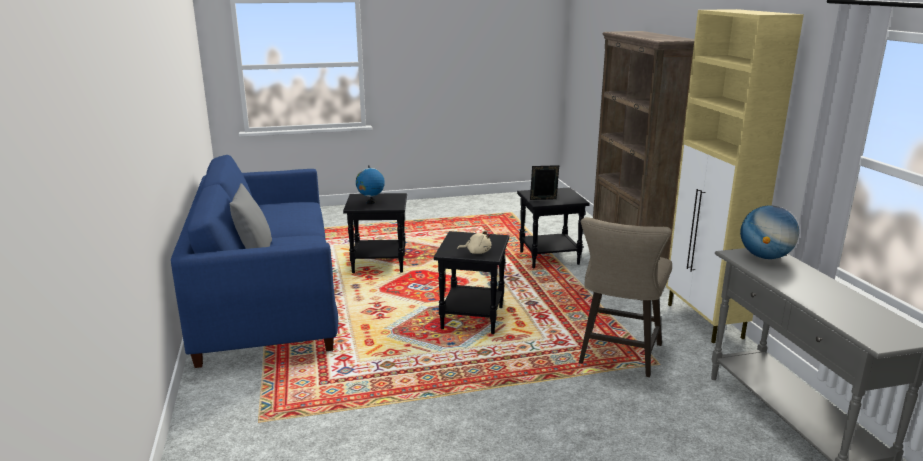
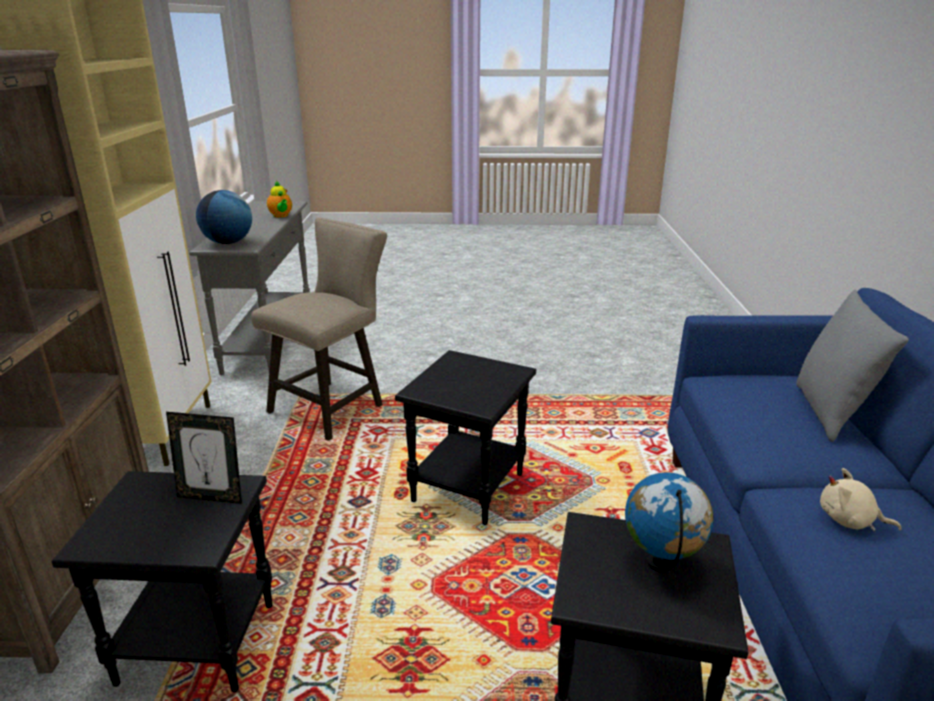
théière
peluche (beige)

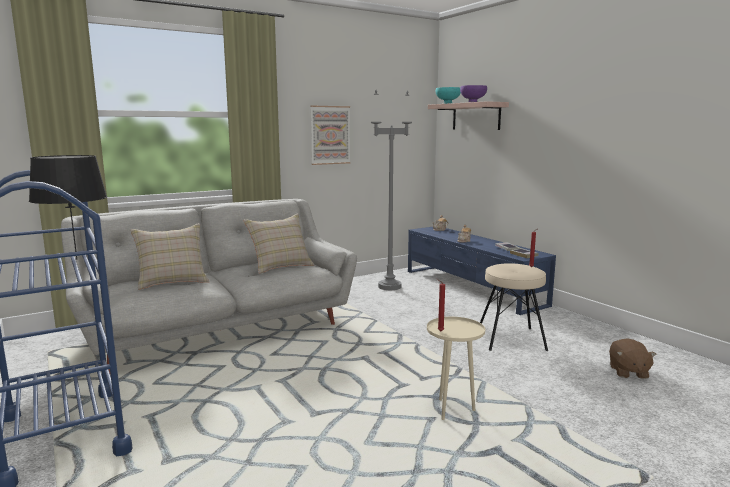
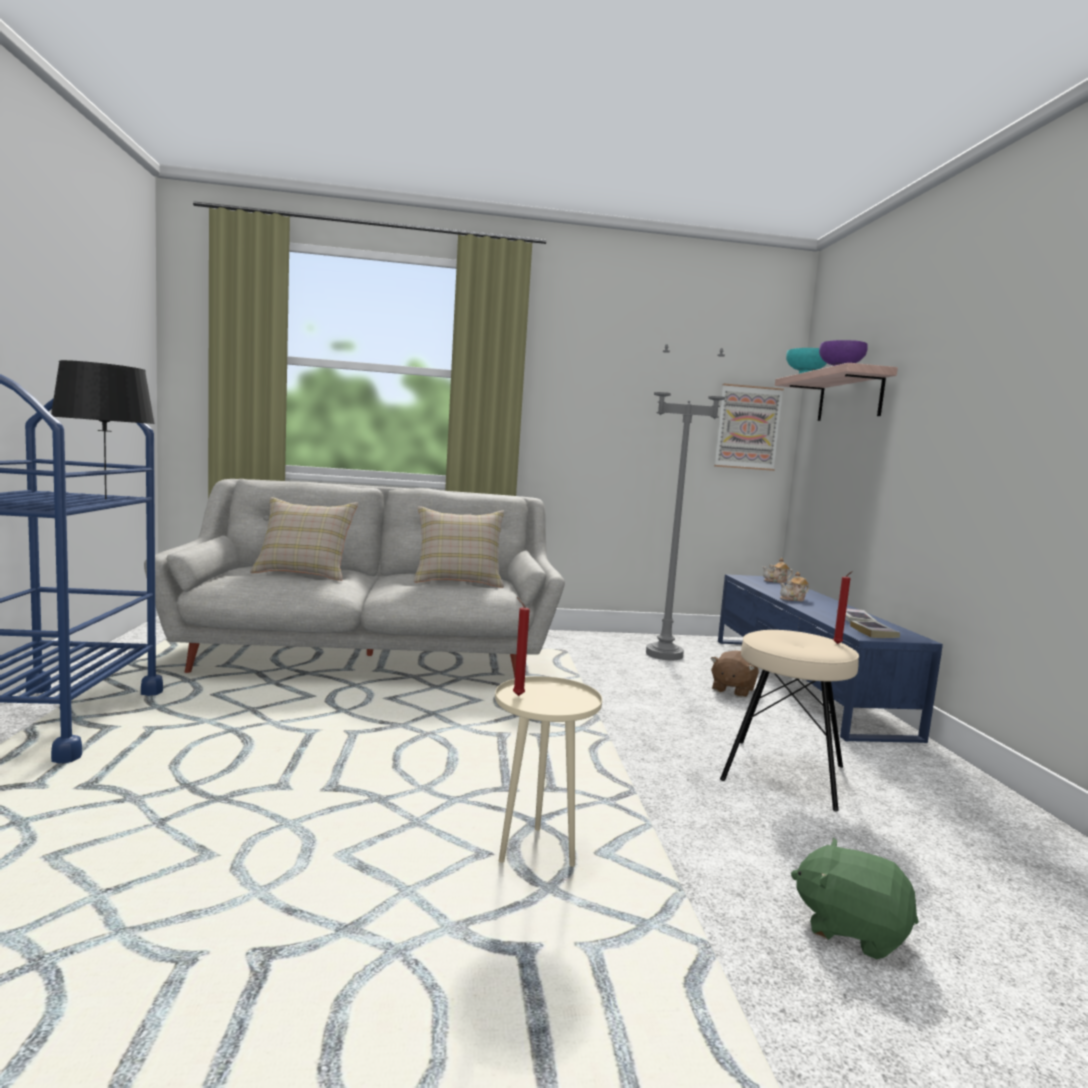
peluche (vert)
tableau
peluche (marron)

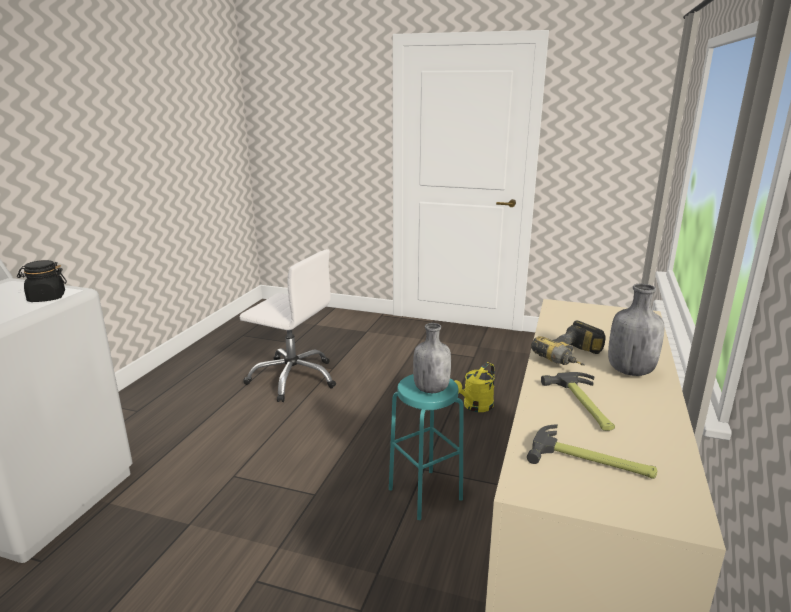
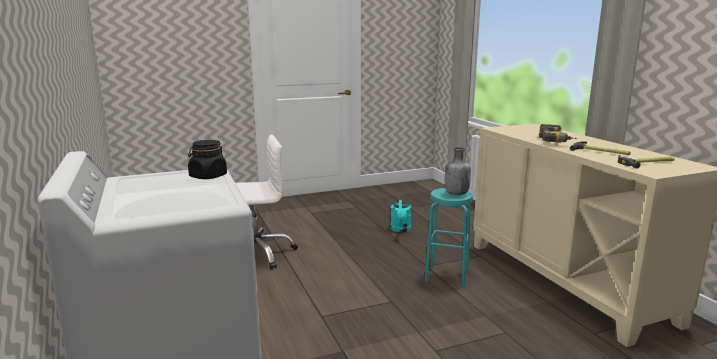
bouteille (gris) (2nd from left in the first image)
arrosoir (turquoise)

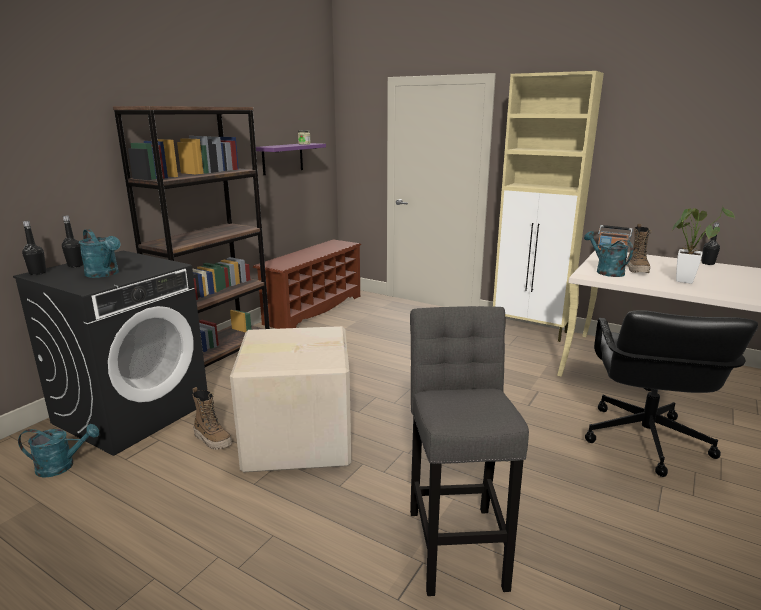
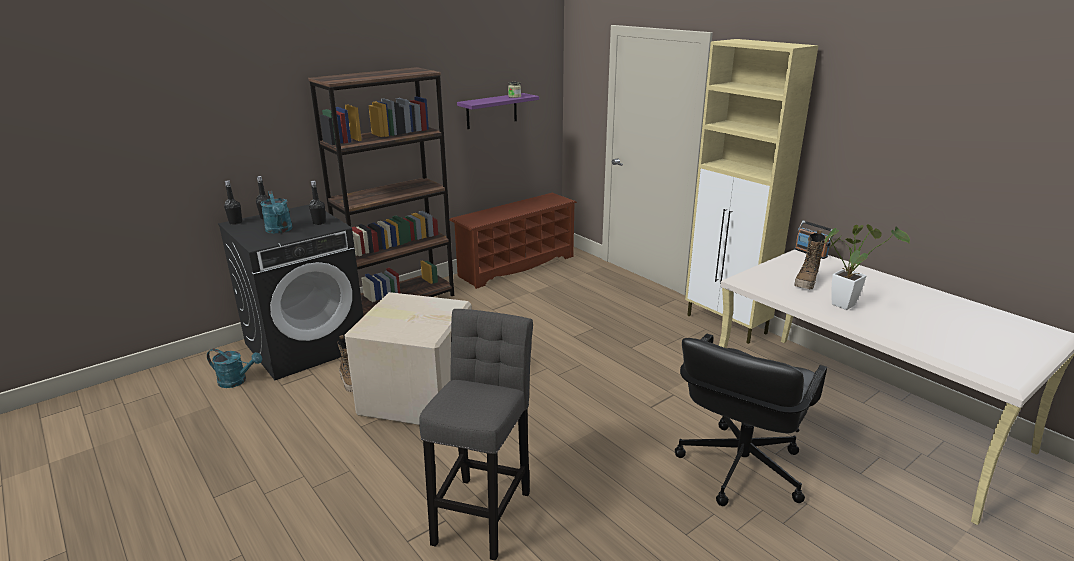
arrosoir (turquoise) (3rd from left in the first image)
bouteille (noir) (3rd from left)

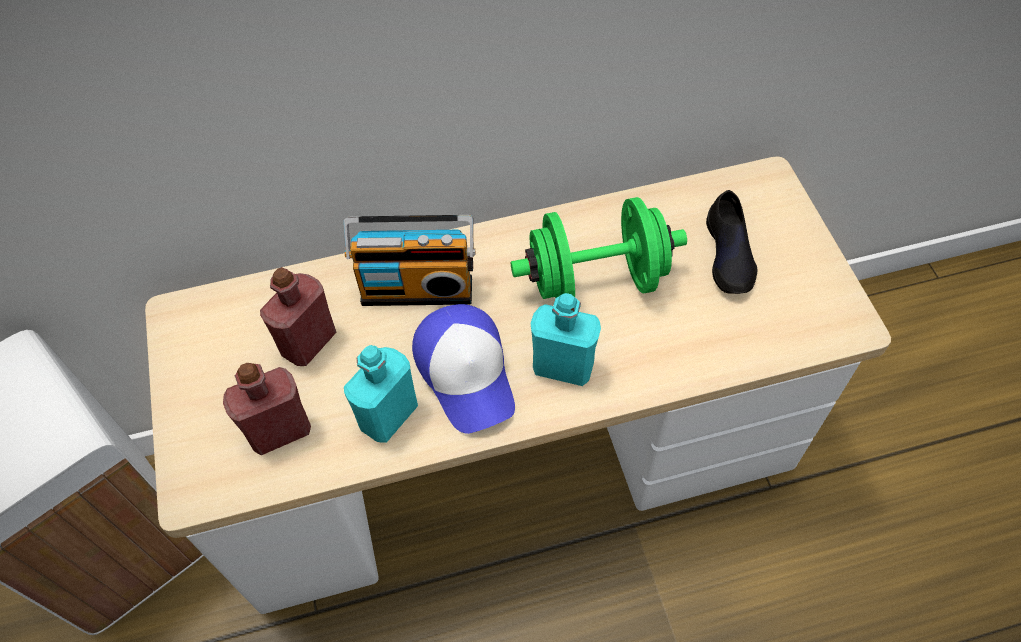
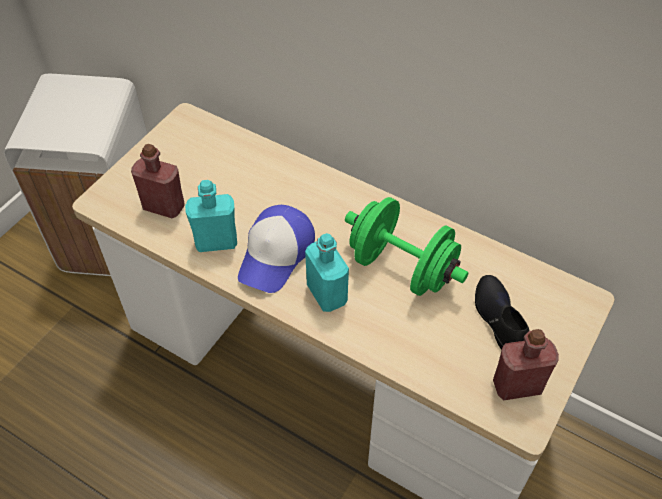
radio
bouteille (rouge) (2nd from left)
chaussure (noir)

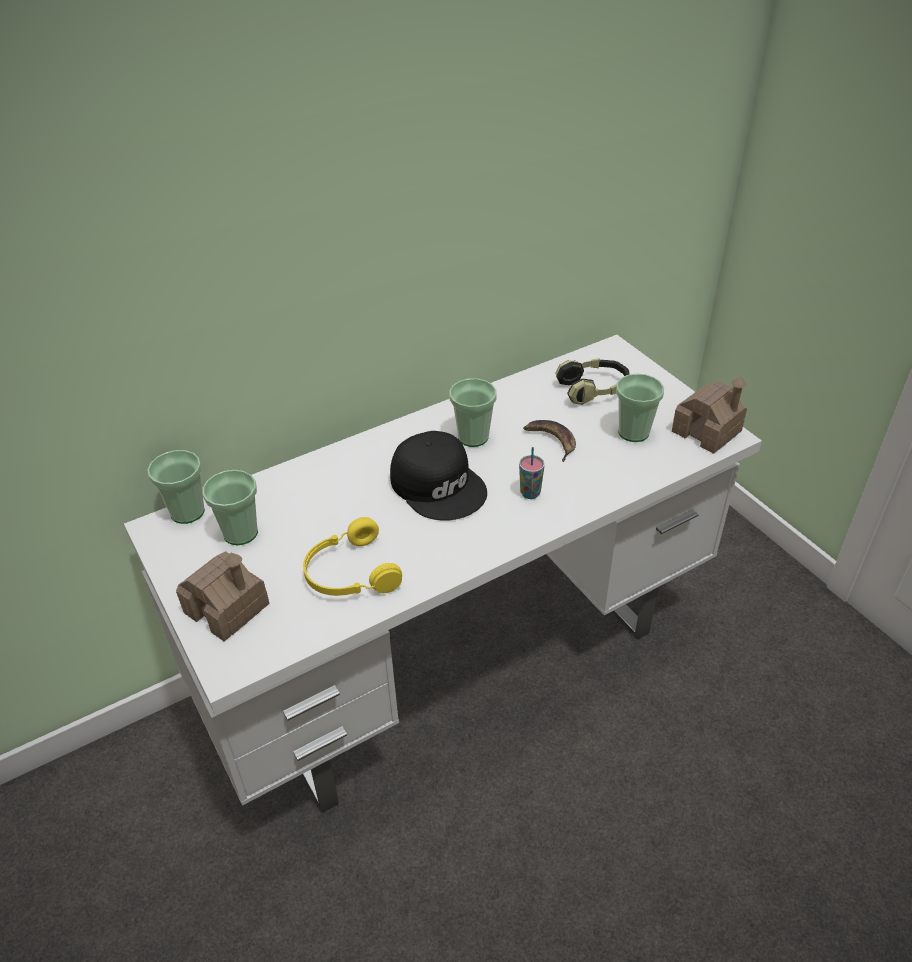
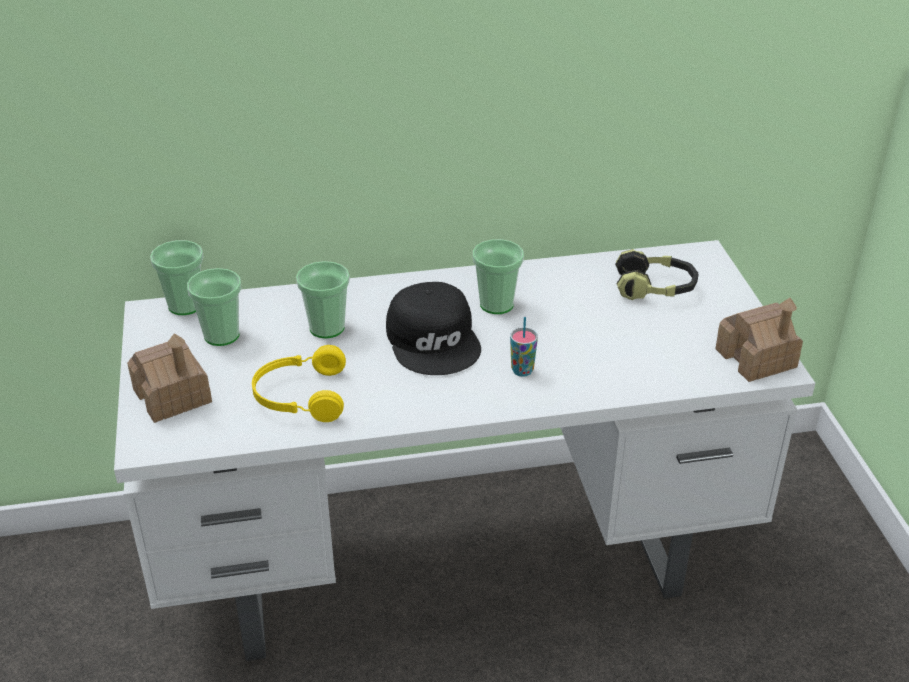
banane
tasse (3rd from left)

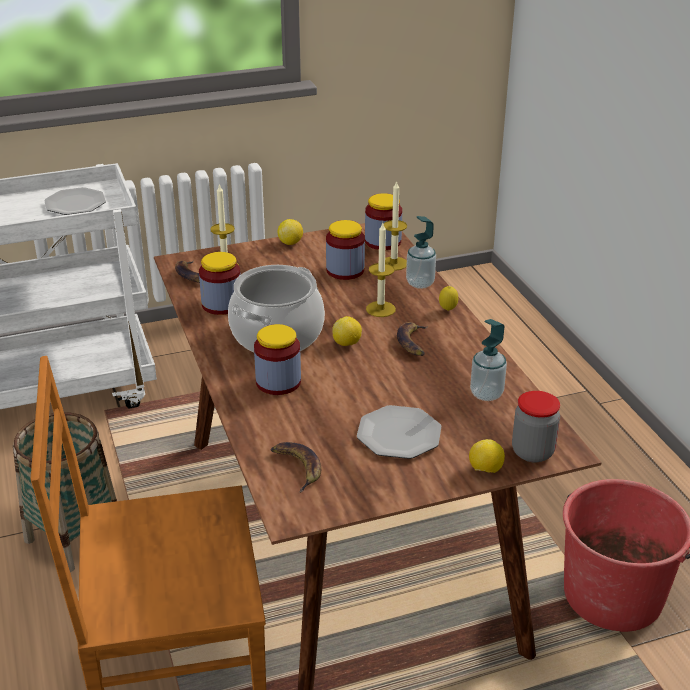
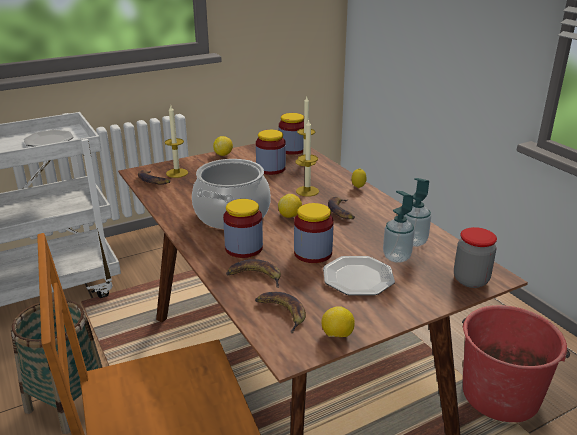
banane (2nd from left)
bocal (4th from left)
distributeur de savon (1st from left)
citron (3rd from left)

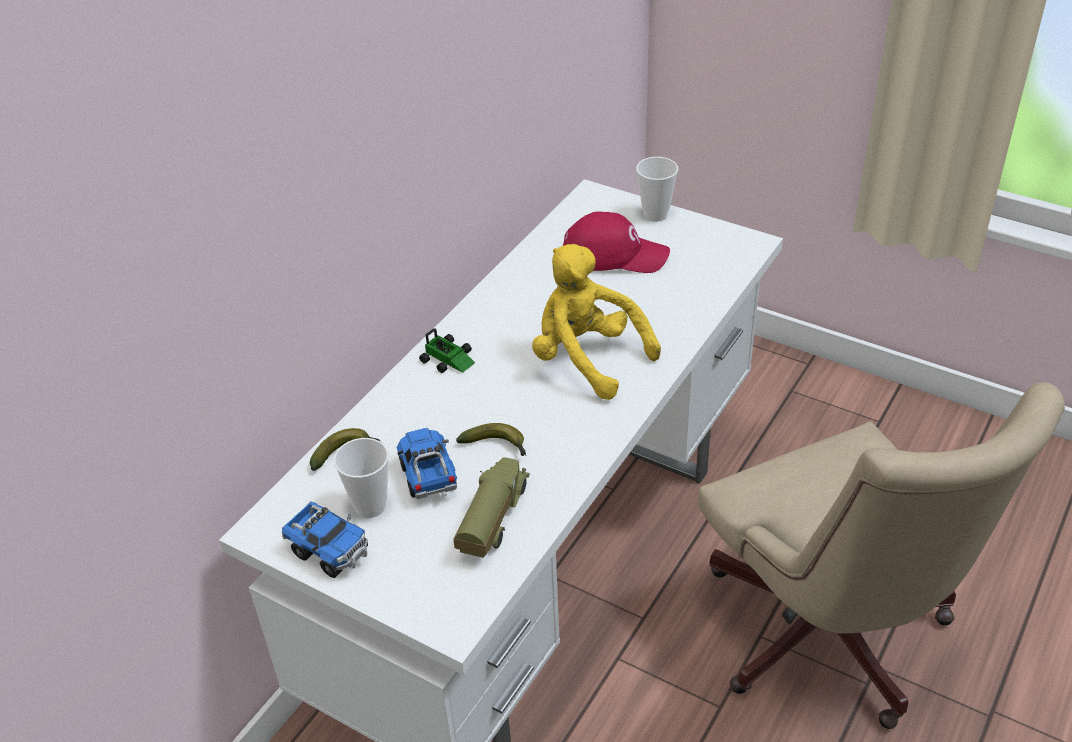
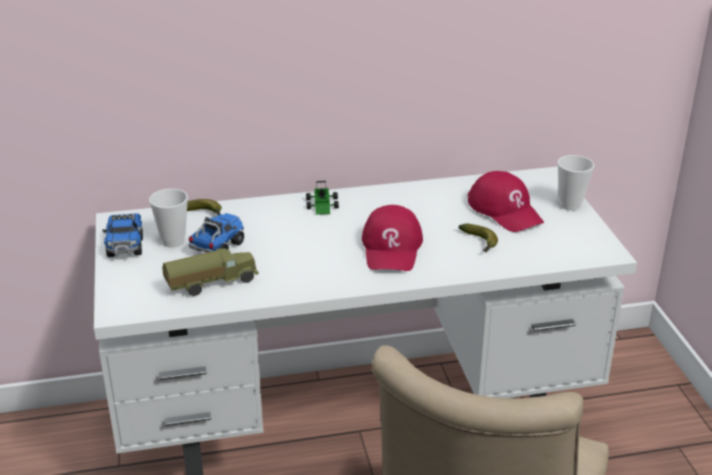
banane (2nd from left)
casquette (rouge) (1st from left)

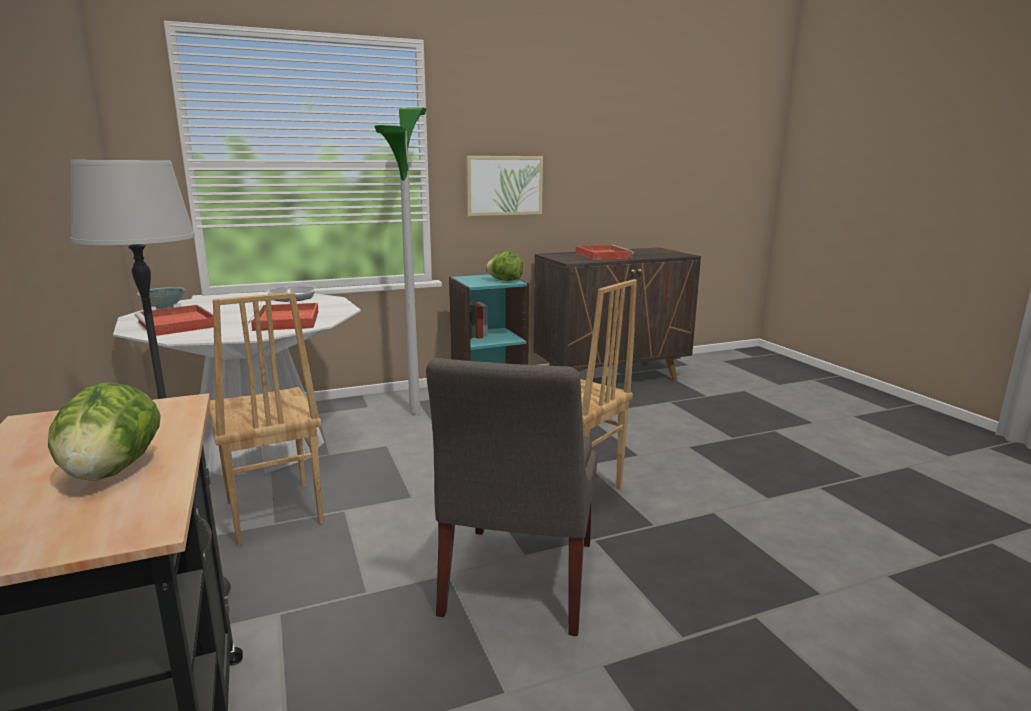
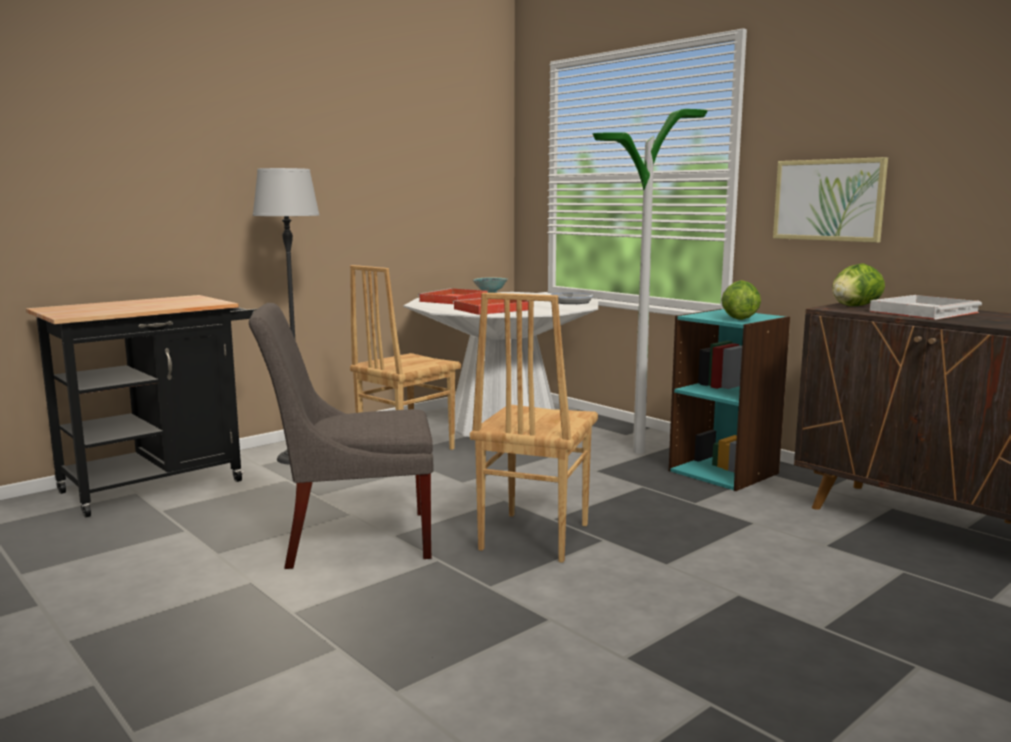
laitue (2nd from left)
plateau (blanc)

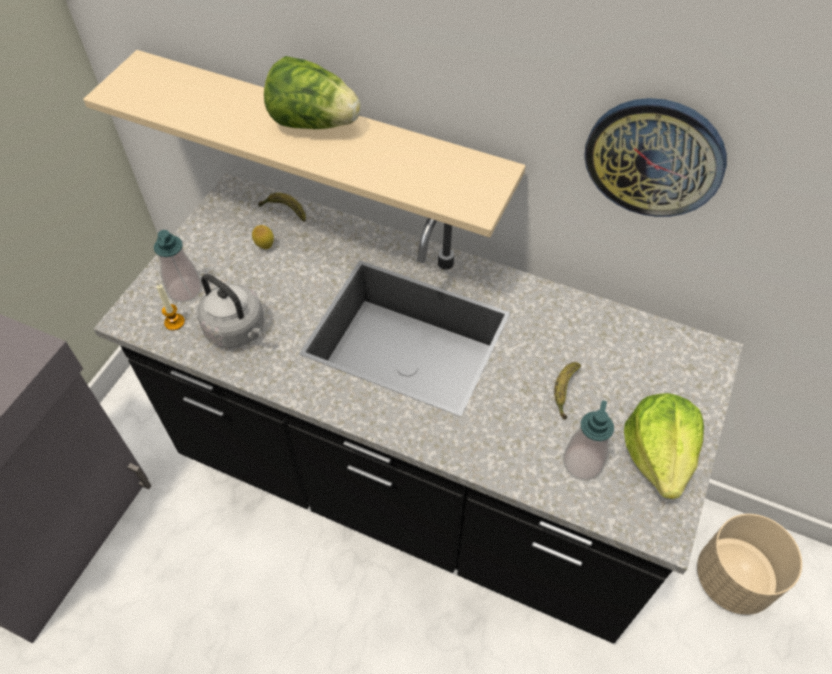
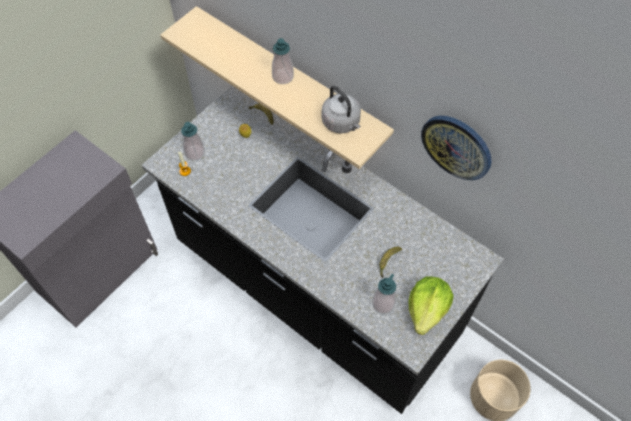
bouilloire (gris)
distributeur de savon (2nd from left)

